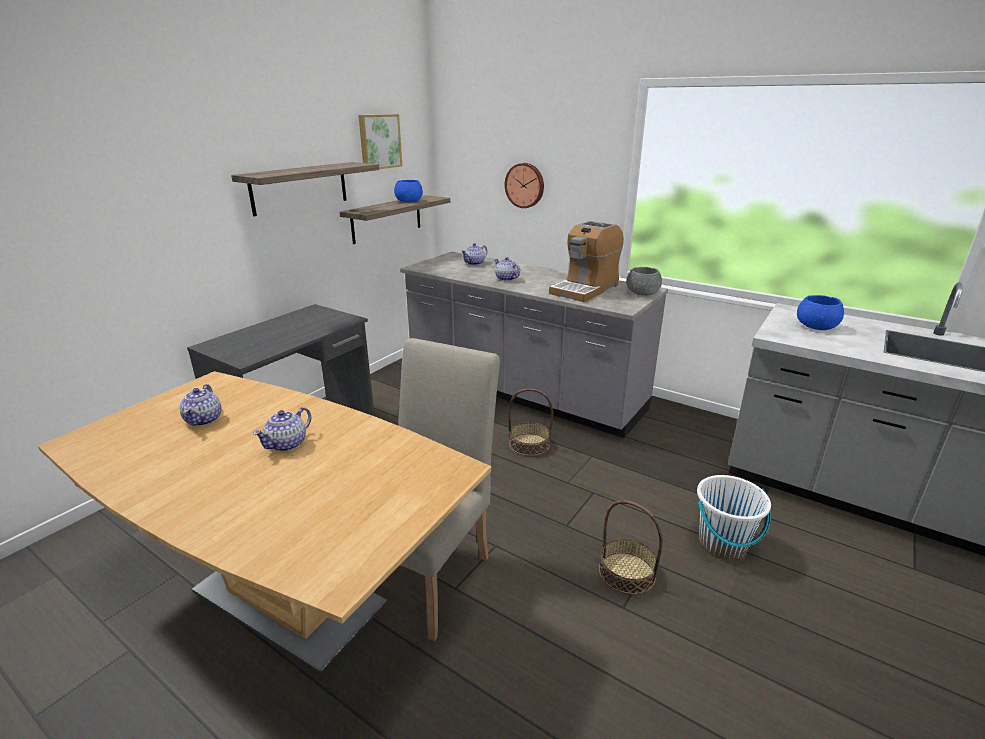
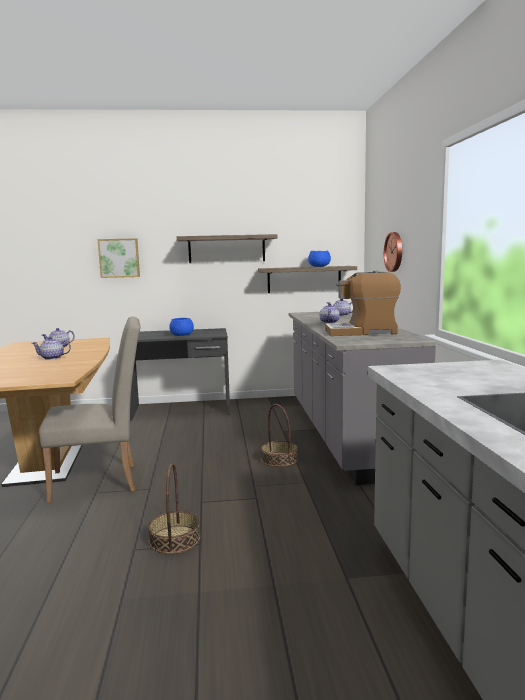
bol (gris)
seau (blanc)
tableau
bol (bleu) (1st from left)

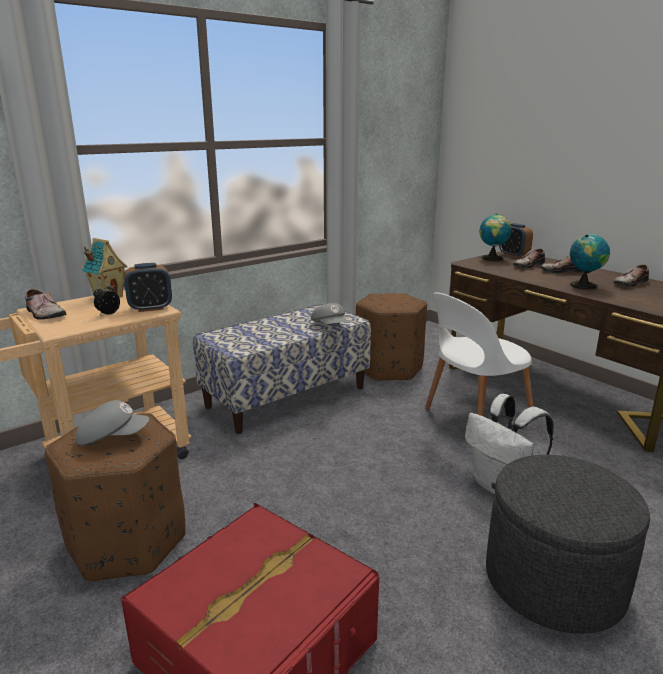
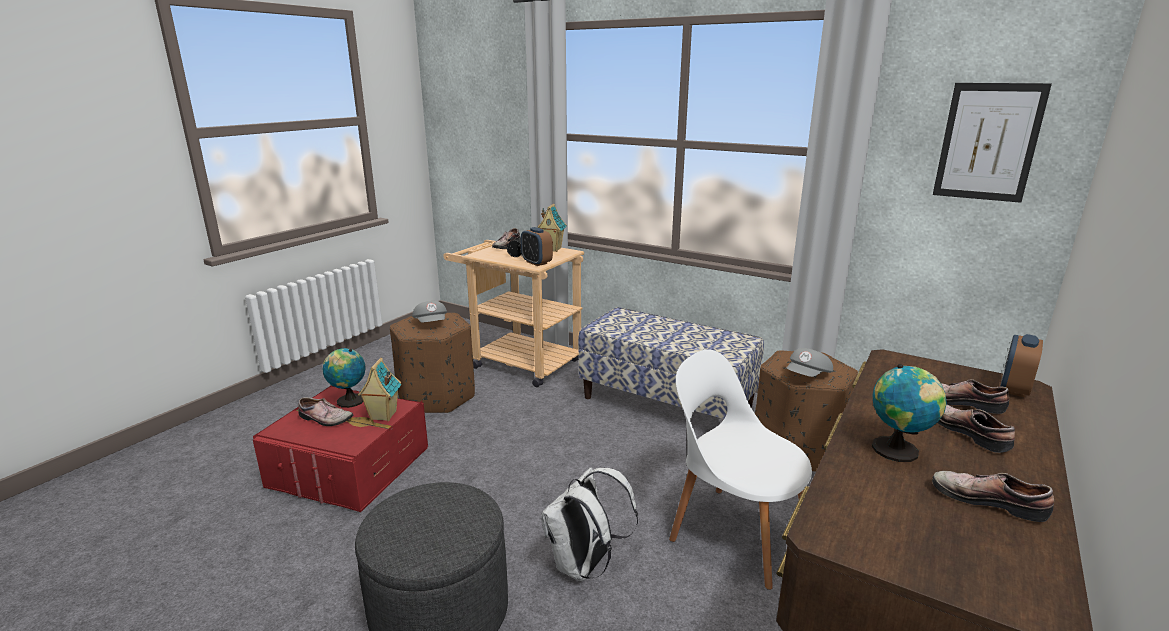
chaussure (1st from left)
maison miniature (1st from left)
tableau
casquette (gris) (2nd from left)
globe (1st from left)

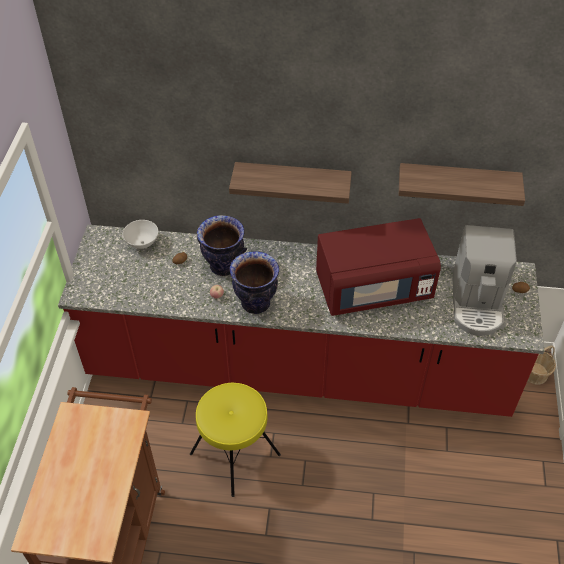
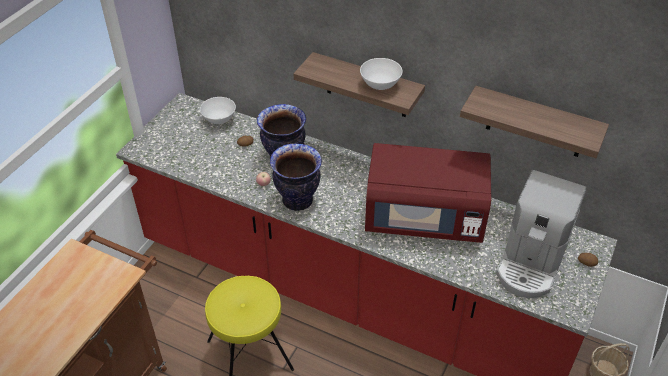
bol (blanc) (2nd from left)

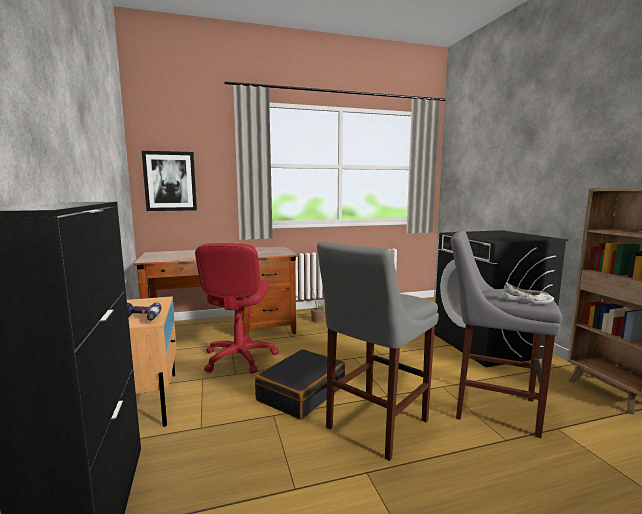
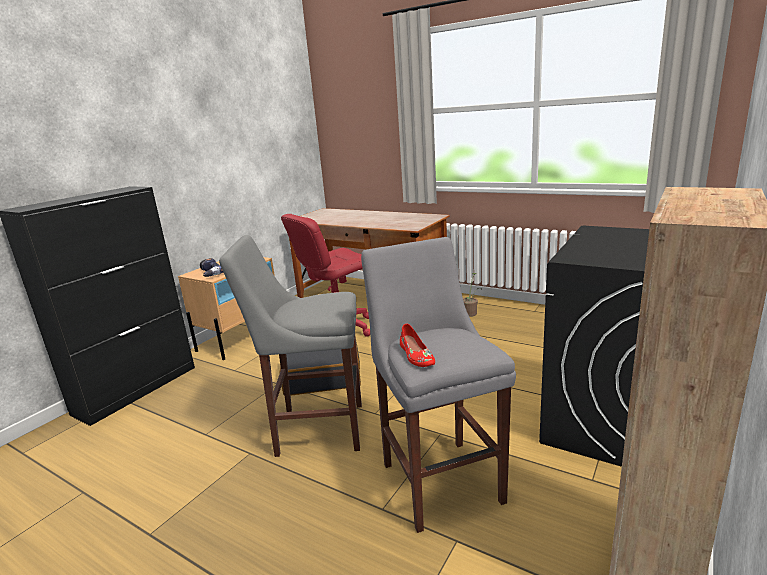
tableau
chaussure (rouge)

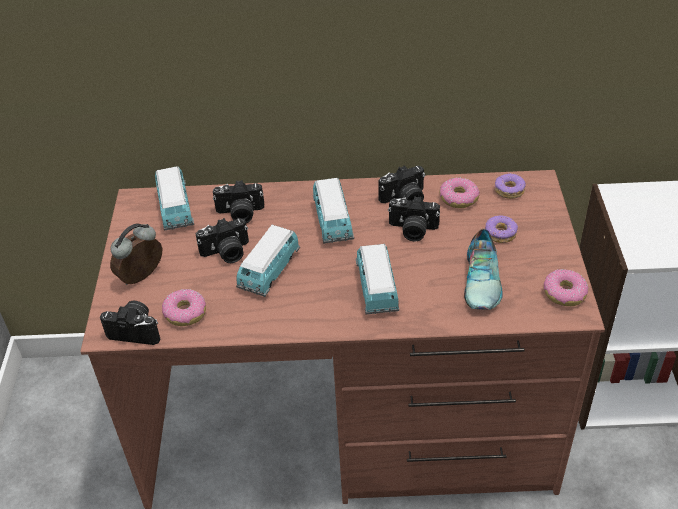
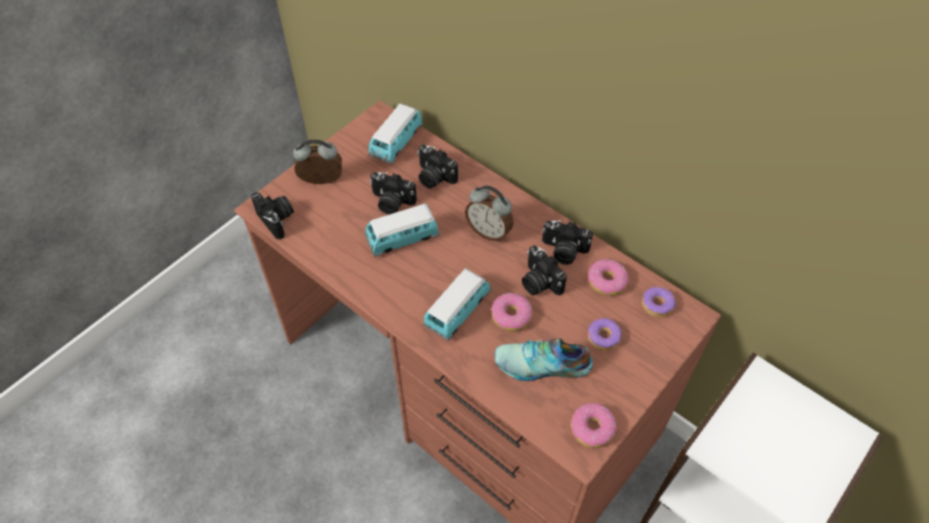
beignet (1st from left)
réveil (2nd from left)
chaussure

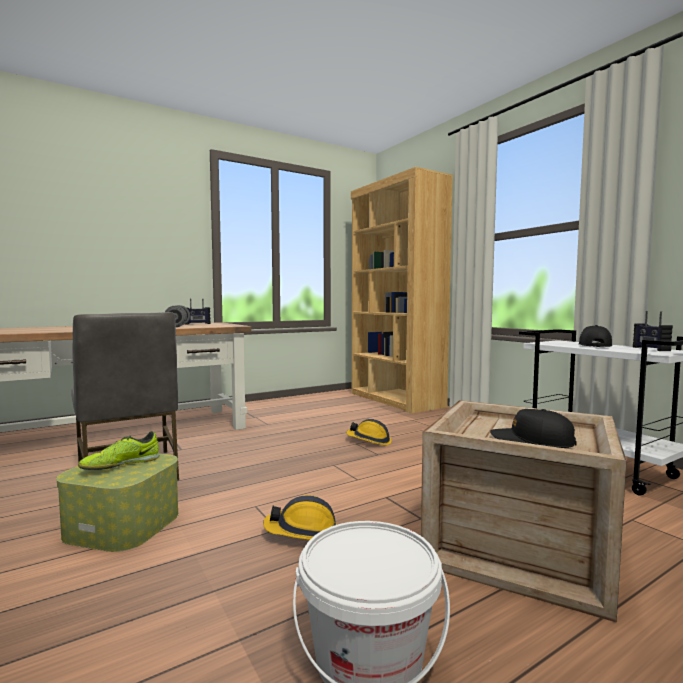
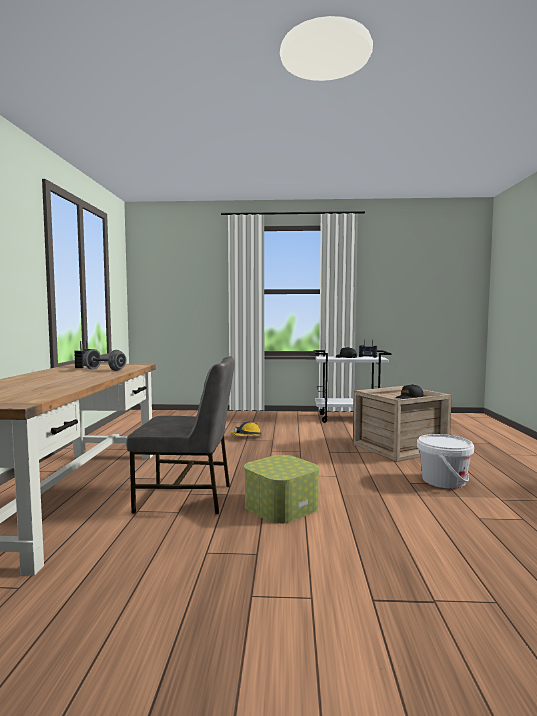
chaussure
casque de chantier (1st from left in the first image)
bibliothèque (marron)

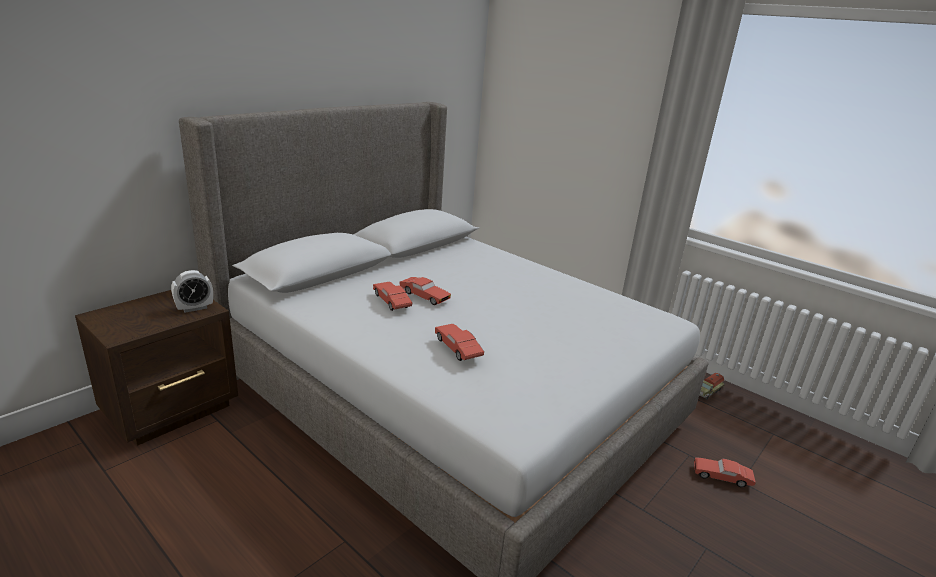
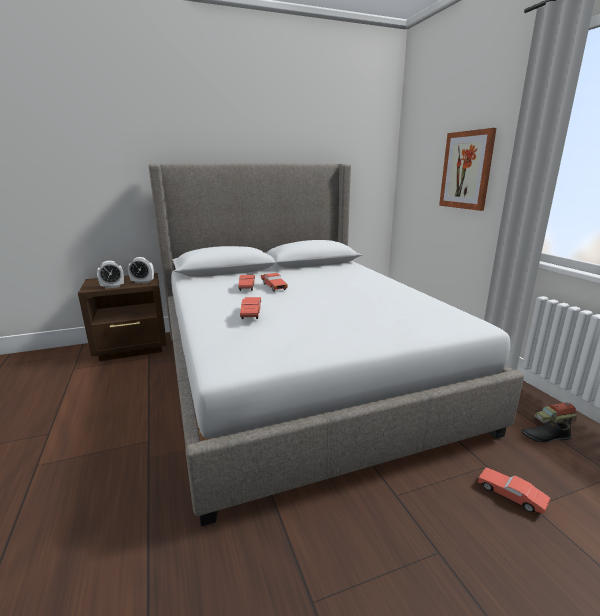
réveil (1st from left)
tableau
chaussure (noir)

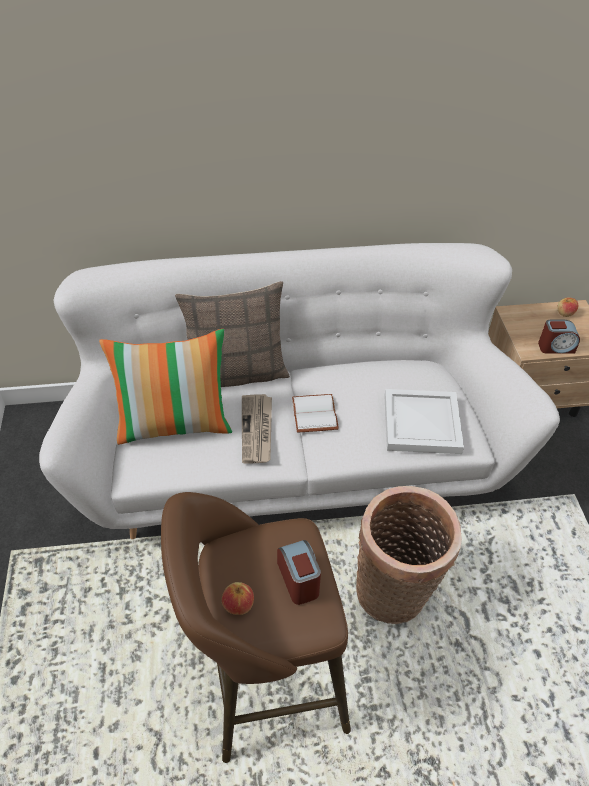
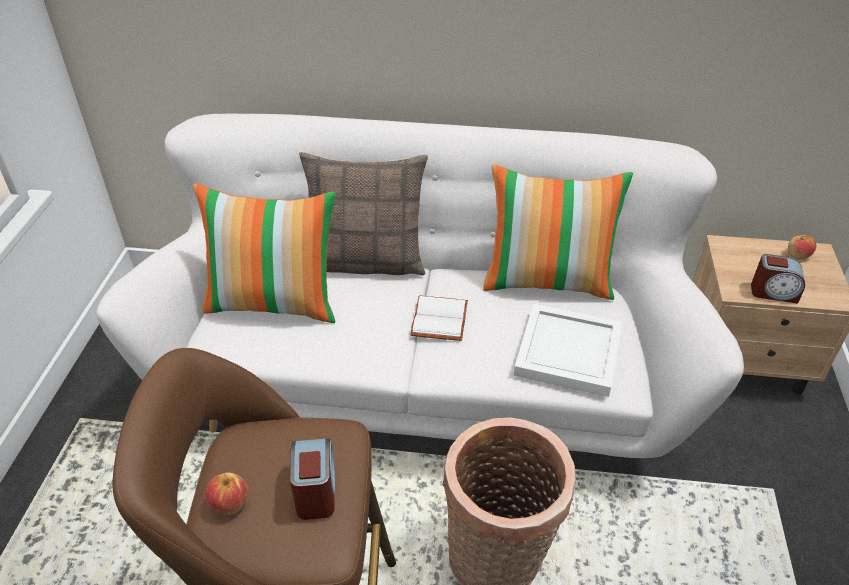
journal
coussin (3rd from left)

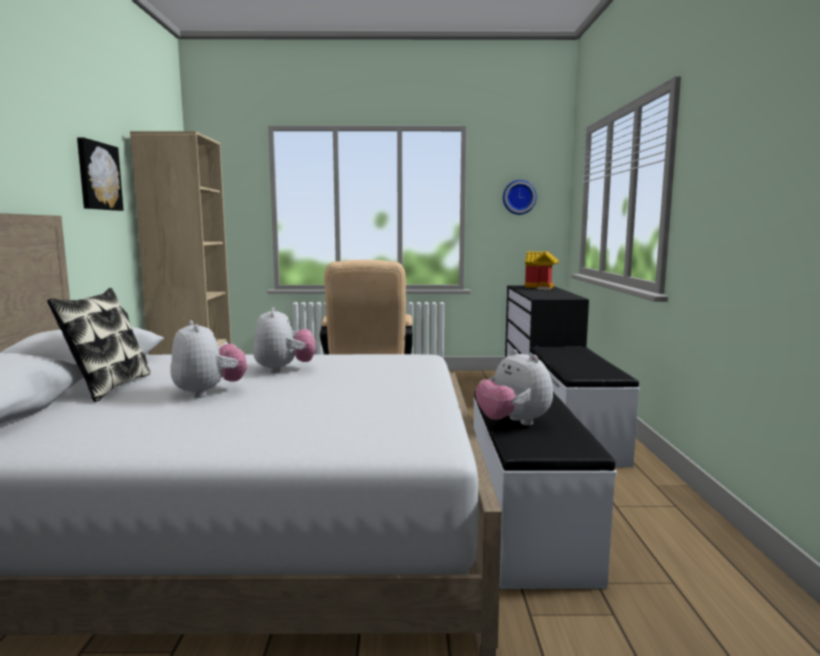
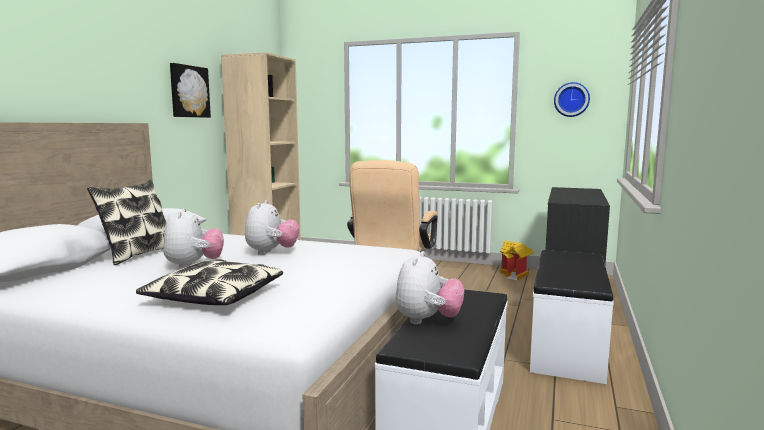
coussin (2nd from left)
maison miniature
peluche (3rd from left)

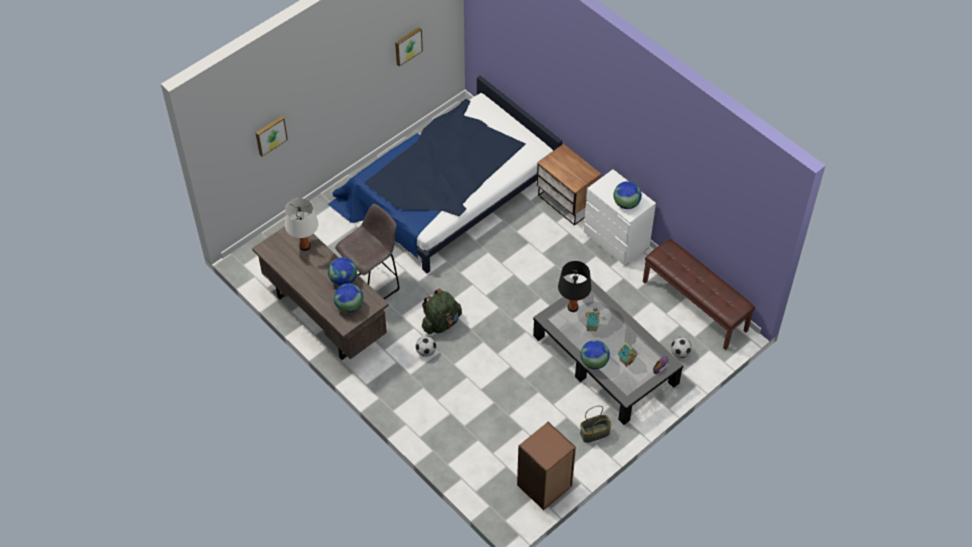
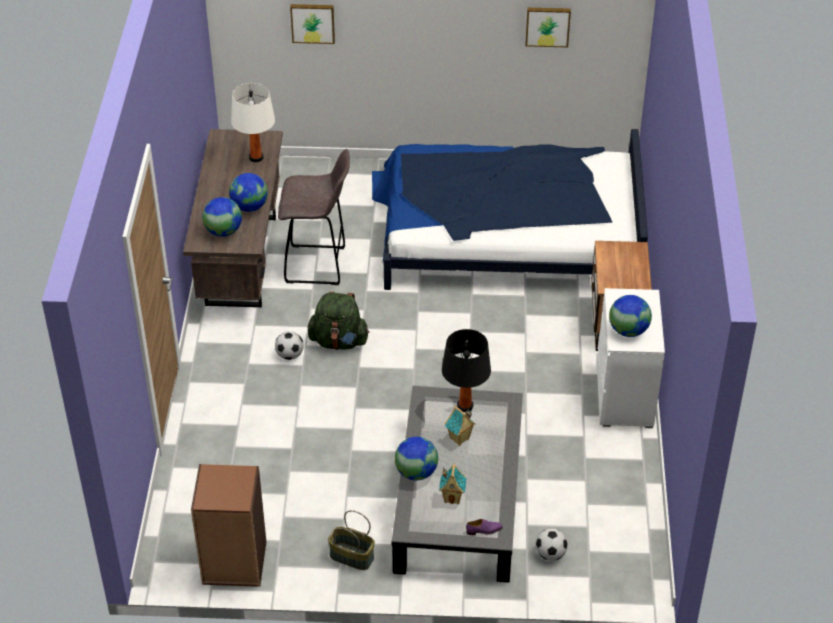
banc (marron)

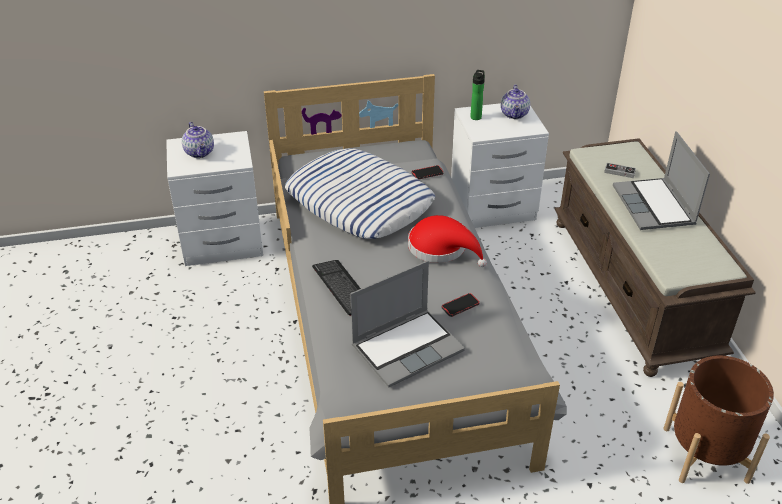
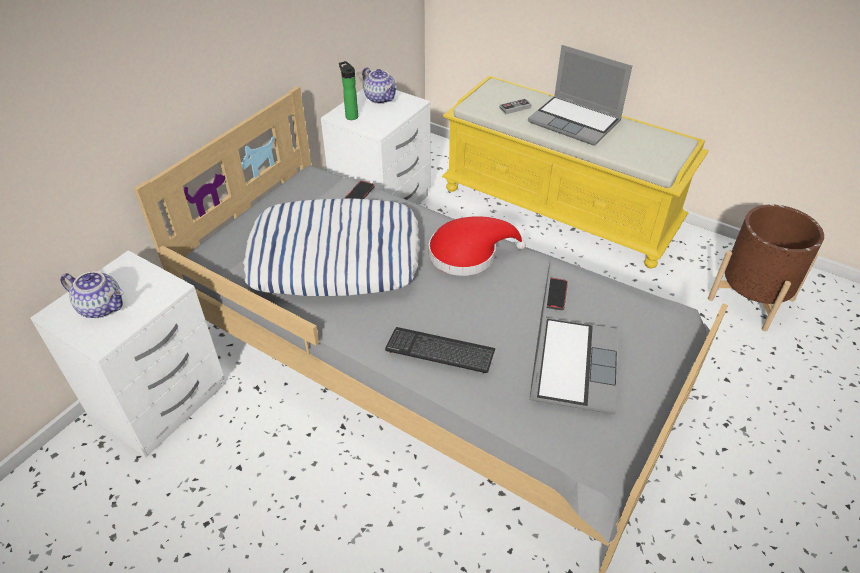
banc (jaune)

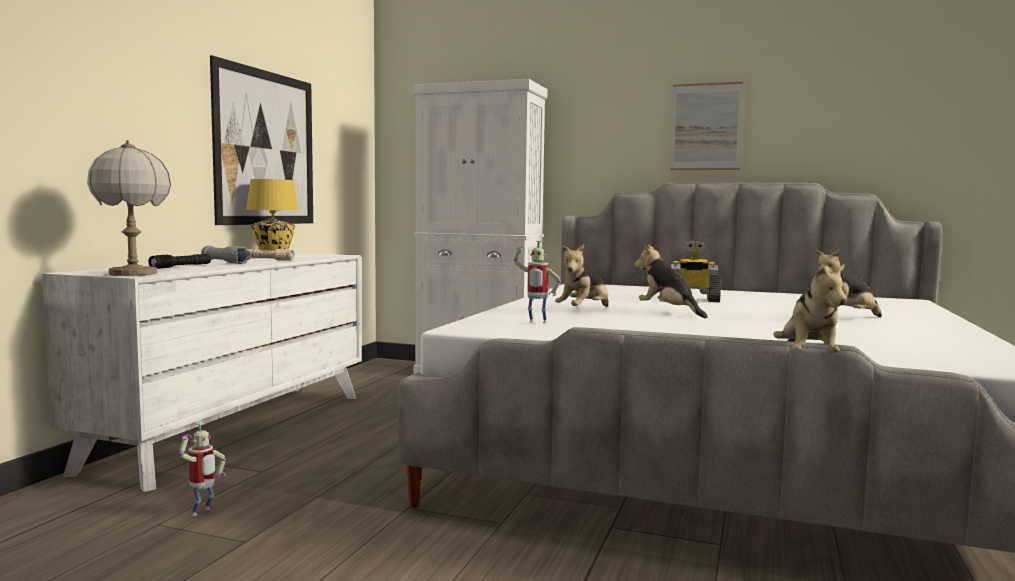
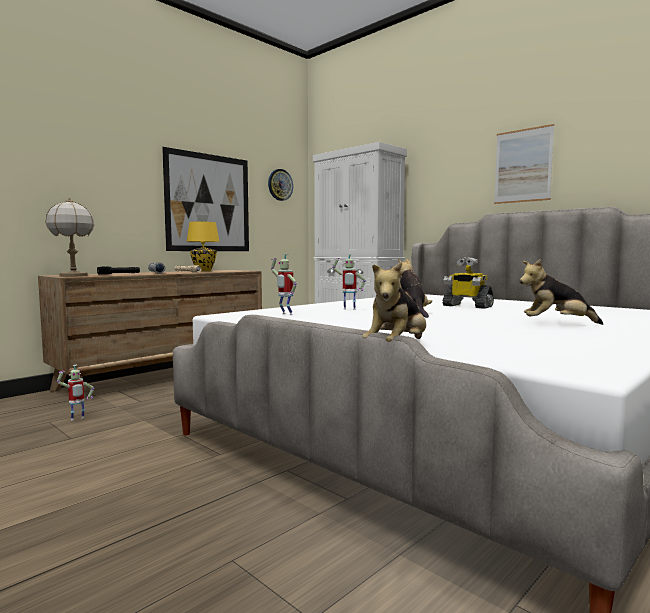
horloge murale
robot jouet (3rd from left)
commode (marron)

